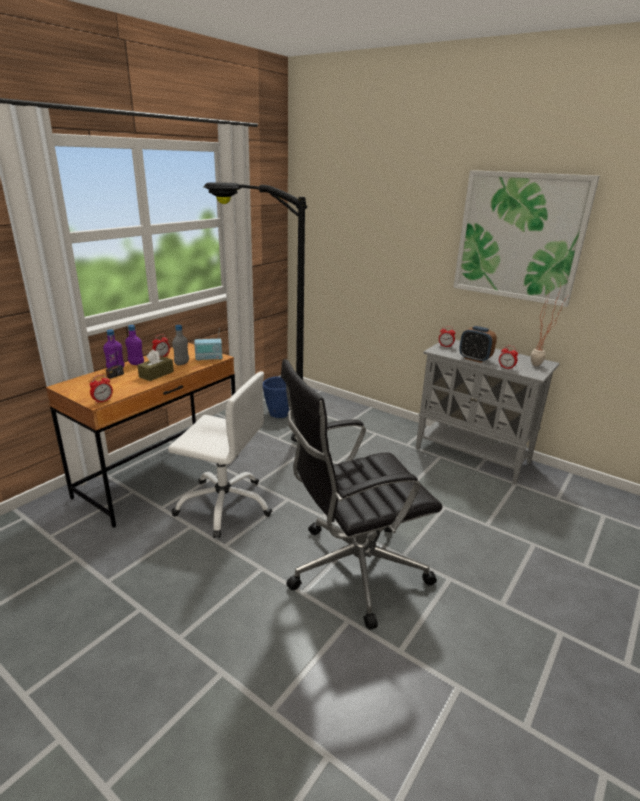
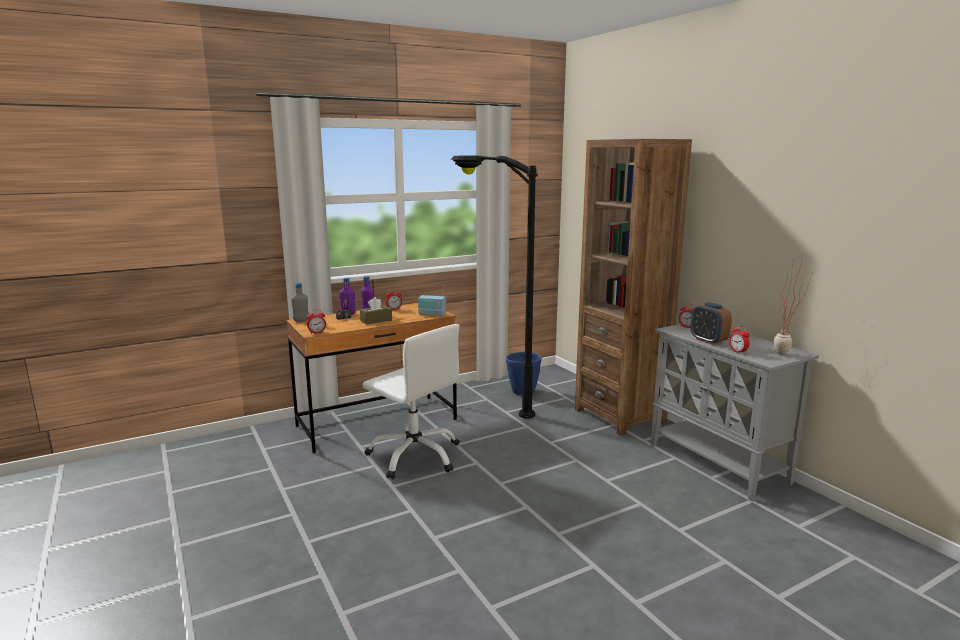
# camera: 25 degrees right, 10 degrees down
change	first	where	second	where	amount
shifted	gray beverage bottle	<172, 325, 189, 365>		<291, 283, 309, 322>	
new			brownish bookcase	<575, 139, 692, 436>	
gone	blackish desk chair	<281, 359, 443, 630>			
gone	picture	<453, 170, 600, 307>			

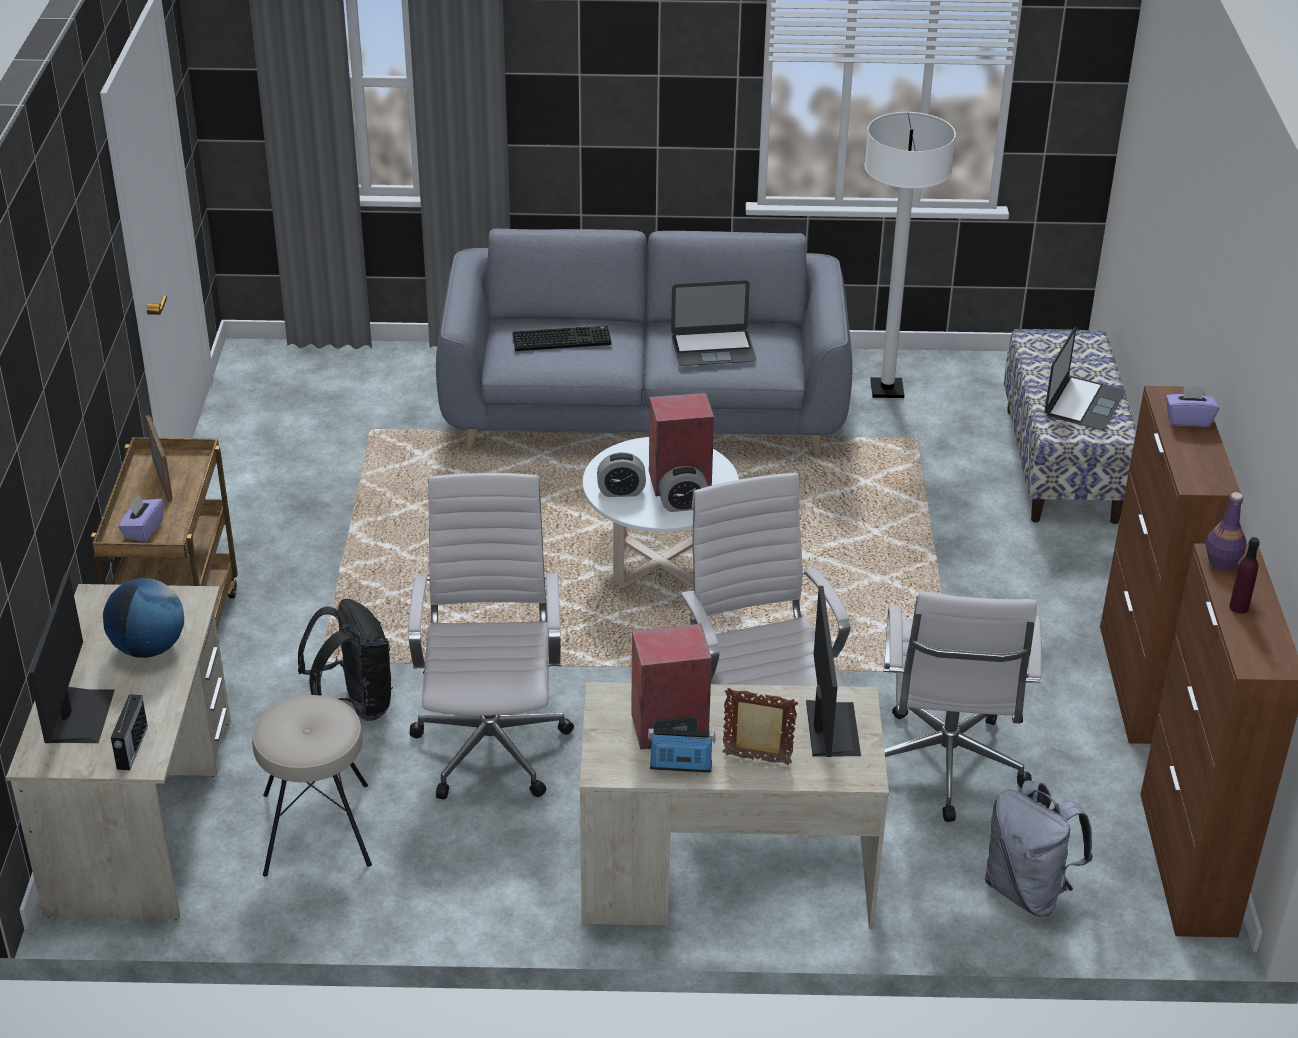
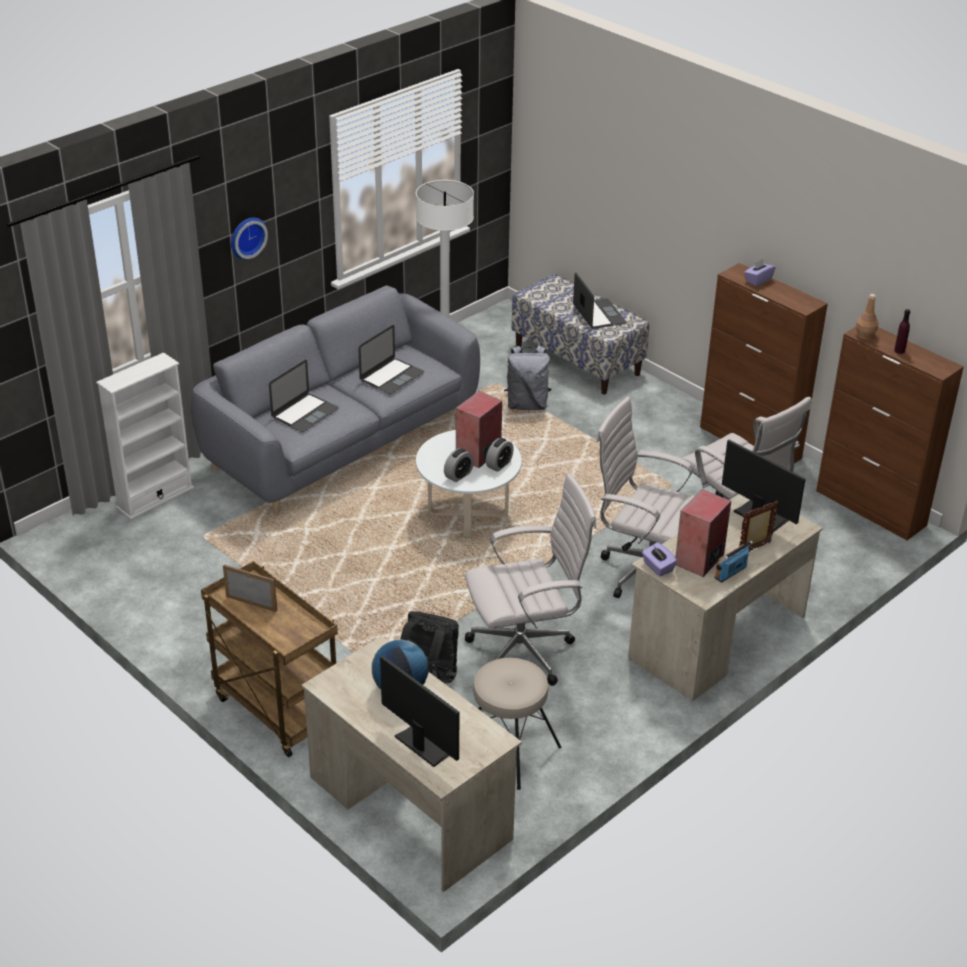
# camera: 45 degrees left, 0 degrees up
change	first	where	second	where	amount
new			whitish bookcase	<96, 352, 194, 520>	
new			hanging clock	<231, 218, 268, 260>	
swapped	PC keyboard	<512, 326, 611, 351>	portable computer	<269, 360, 339, 432>	
rotated	whitish desk chair	<408, 473, 574, 800>		<465, 473, 596, 686>	120 degrees clockwise
shifted	gray knapsack	<985, 780, 1093, 916>		<504, 346, 551, 410>	
shifted	purple tissue box	<118, 495, 164, 542>		<642, 542, 677, 576>	
repainted	purple beverage bottle	<1205, 492, 1247, 570>	brownish beverage bottle	<856, 294, 878, 339>	
gone	radio receiver	<111, 692, 148, 770>			

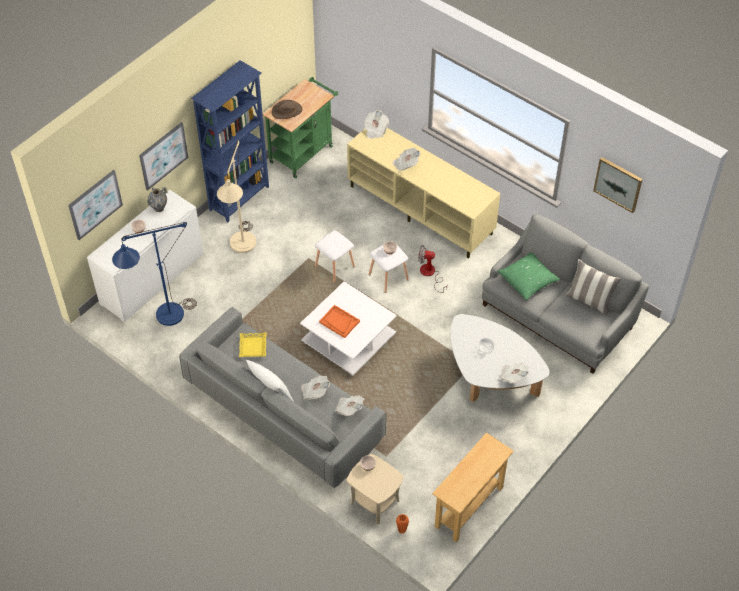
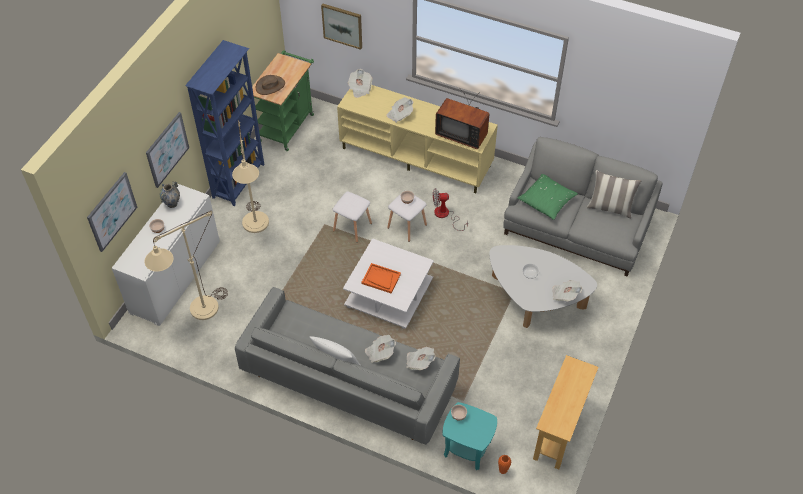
# camera: 15 degrees left, 0 degrees up
change	first	where	second	where	amount
repainted	bluish standard lamp	<112, 222, 197, 326>	sand-coloured standard lamp	<145, 211, 228, 320>	
shifted	picture	<593, 157, 643, 213>		<321, 4, 362, 50>	
new			TV set	<435, 88, 489, 149>	
repainted	sand-coloured side table	<347, 454, 403, 524>	blue-green side table	<442, 402, 497, 470>	
gone	yellow carrying tray	<239, 333, 267, 357>			

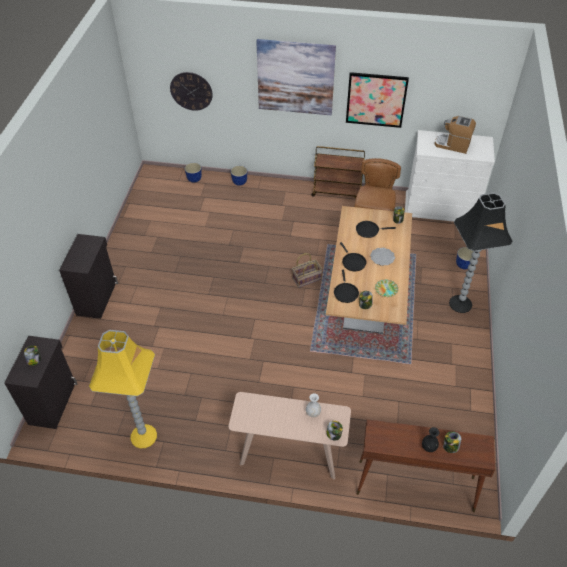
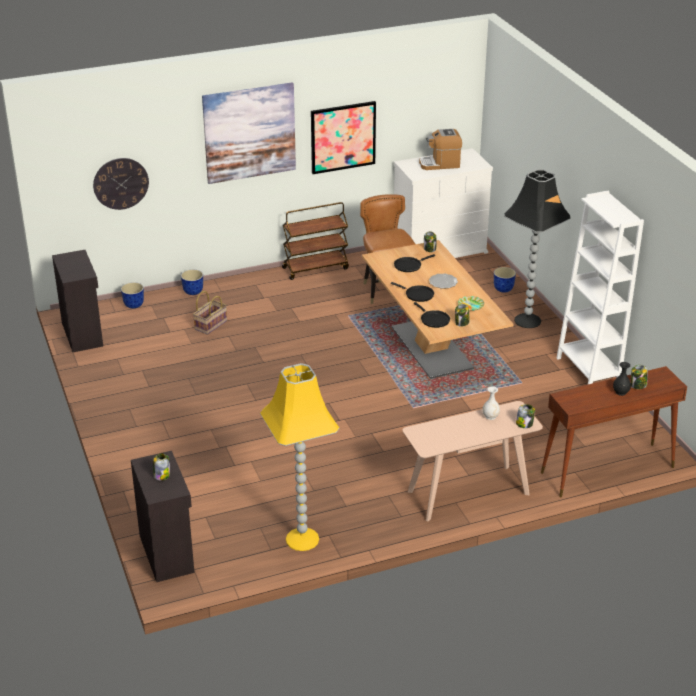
# camera: 30 degrees left, 15 degrees down
change	first	where	second	where	amount
shifted	blackish cupboard	<59, 234, 118, 319>		<52, 250, 103, 352>	
shifted	basket	<292, 253, 323, 288>		<193, 291, 227, 335>	
new			whitish bookcase	<556, 190, 644, 384>	

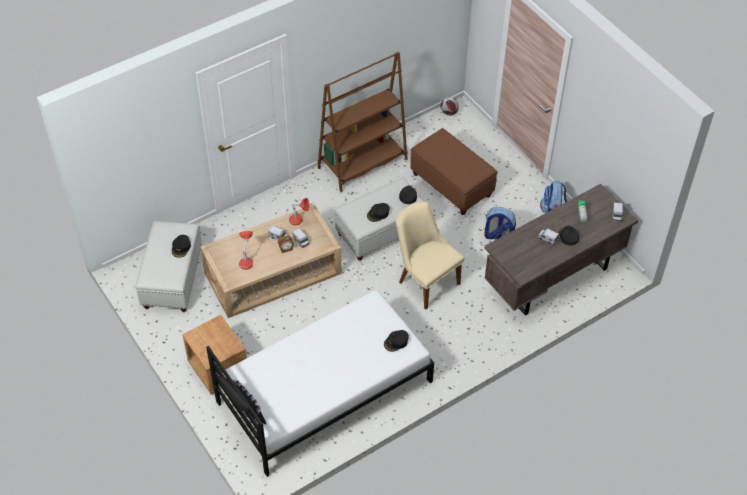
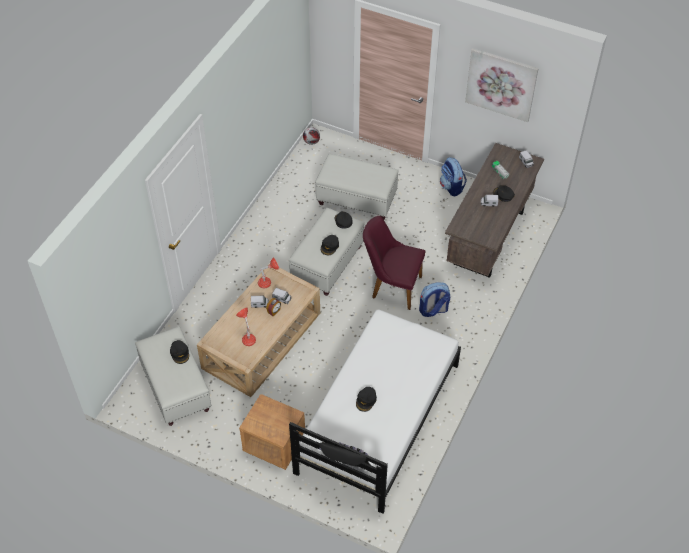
# camera: 30 degrees left, 0 degrees up
change	first	where	second	where	amount
repainted	brownish ottoman	<410, 128, 498, 215>	whitish ottoman	<315, 154, 399, 220>	
shifted	blackish baseball cap	<384, 330, 409, 352>		<356, 387, 377, 412>	
repainted	sand-coloured chair	<396, 202, 465, 309>	purple chair	<363, 216, 425, 310>	
shifted	knapsack	<485, 207, 516, 240>		<419, 282, 450, 317>	
new			picture	<465, 48, 539, 122>	
gone	brownish bookcase	<318, 52, 408, 192>			

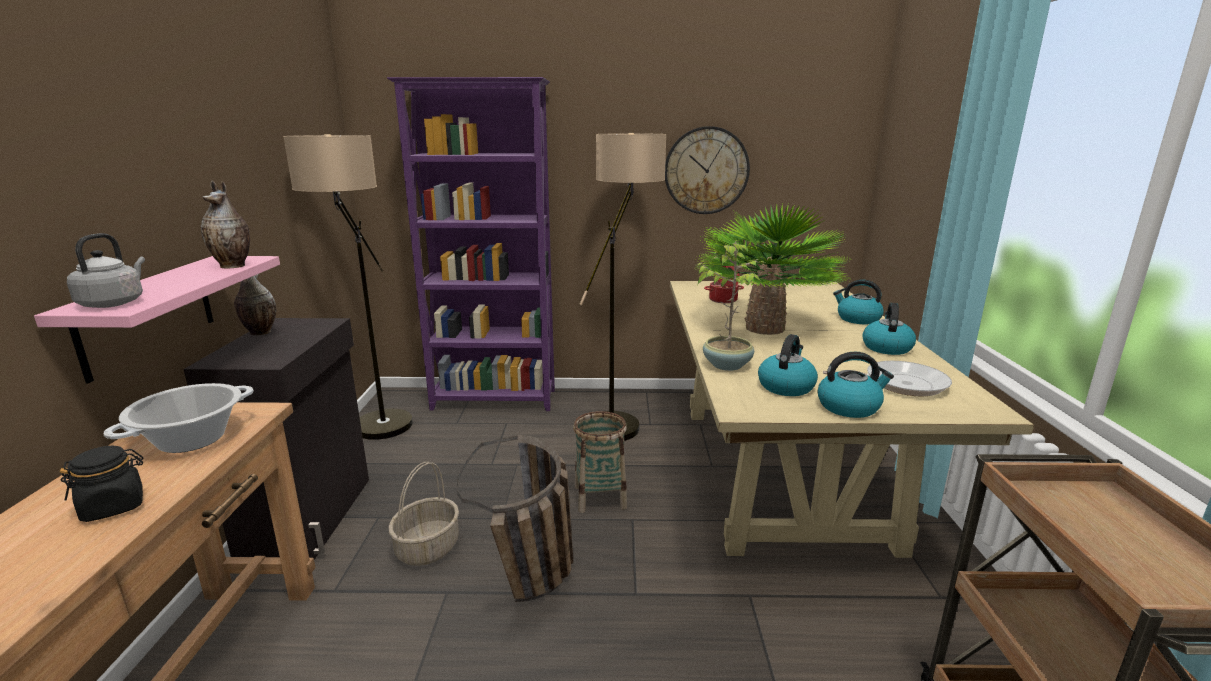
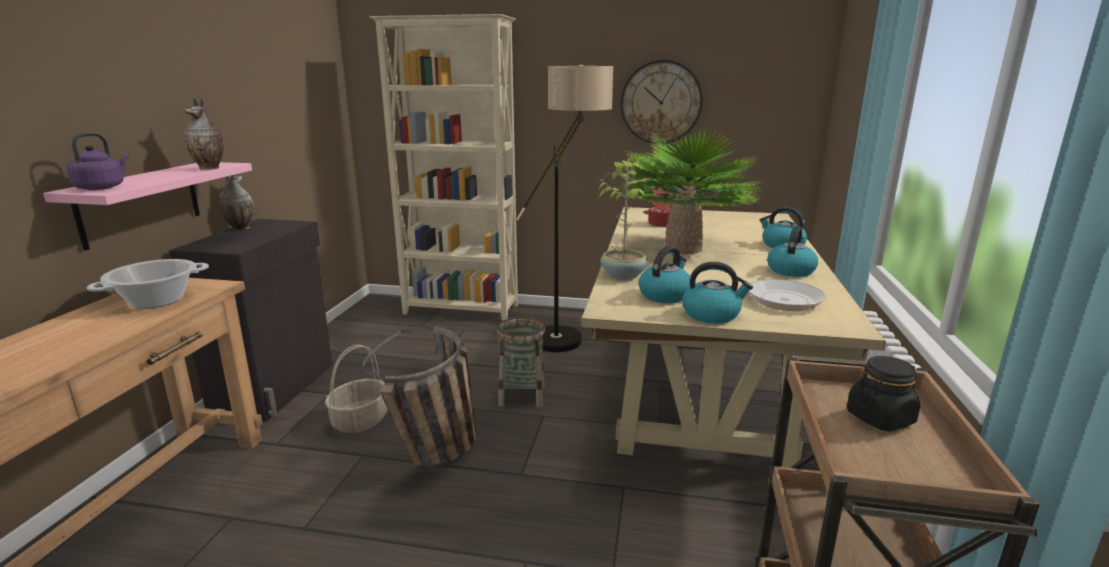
# camera: 10 degrees right, 0 degrees up
change	first	where	second	where	amount
repainted	gray kettle	<67, 233, 145, 308>	purple kettle	<66, 132, 129, 190>	
repainted	purple bookcase	<387, 77, 555, 411>	sand-coloured bookcase	<369, 14, 518, 320>	
shifted	blackish preserve jar	<59, 446, 143, 522>		<847, 356, 920, 432>	
gone	standard lamp	<283, 134, 413, 440>			

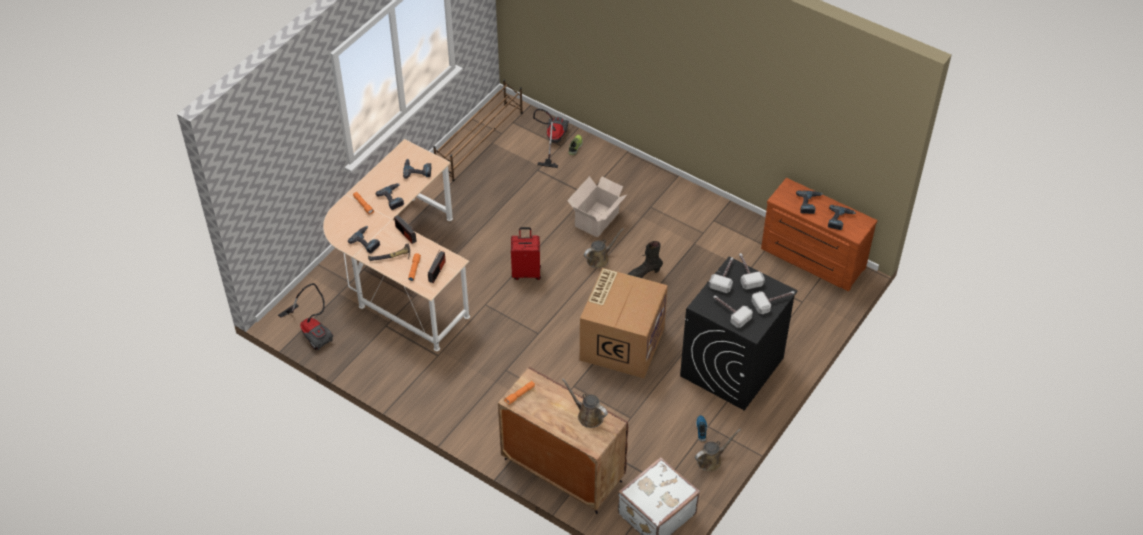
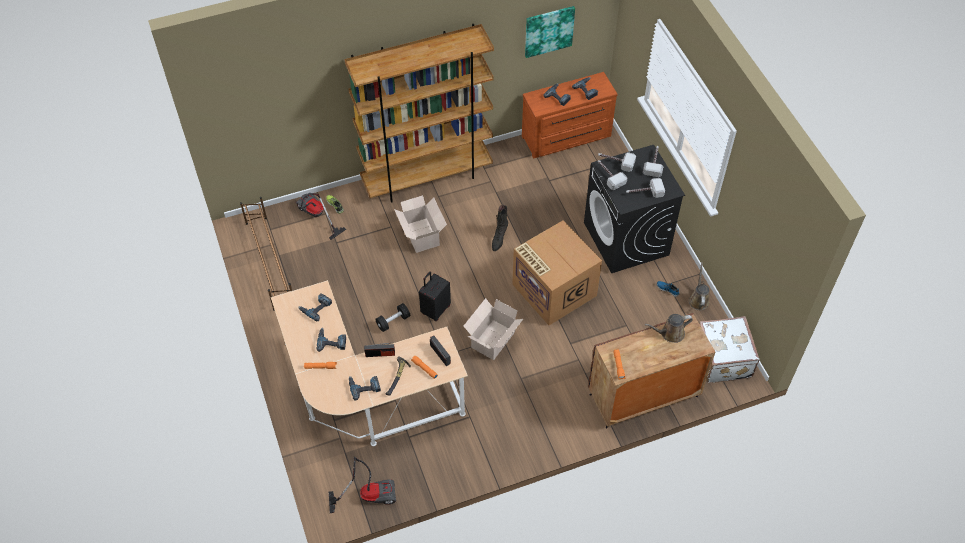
# camera: 55 degrees left, 5 degrees up
change	first	where	second	where	amount
new			brownish bookcase	<344, 24, 494, 202>	
new			blackish hand weight	<375, 303, 410, 332>	
repainted	reddish piece of luggage	<511, 227, 541, 280>	blackish piece of luggage	<419, 272, 451, 321>	
new			carton	<464, 298, 523, 360>	
new			picture	<525, 6, 575, 58>	
gone	brownish watering pot	<584, 228, 624, 268>			

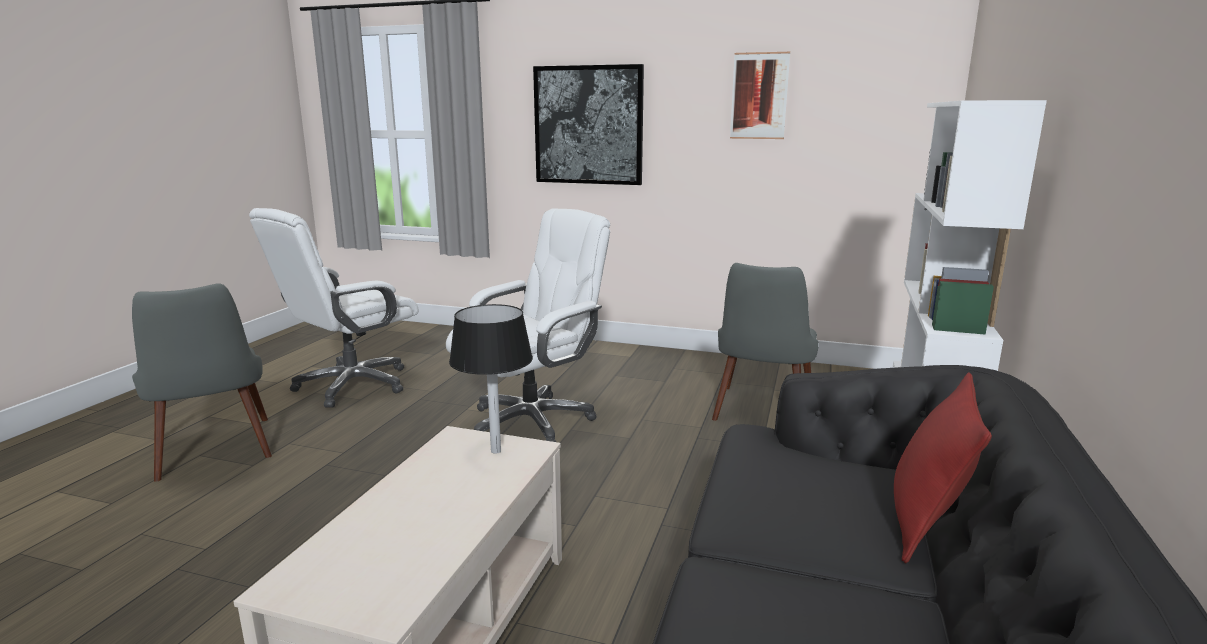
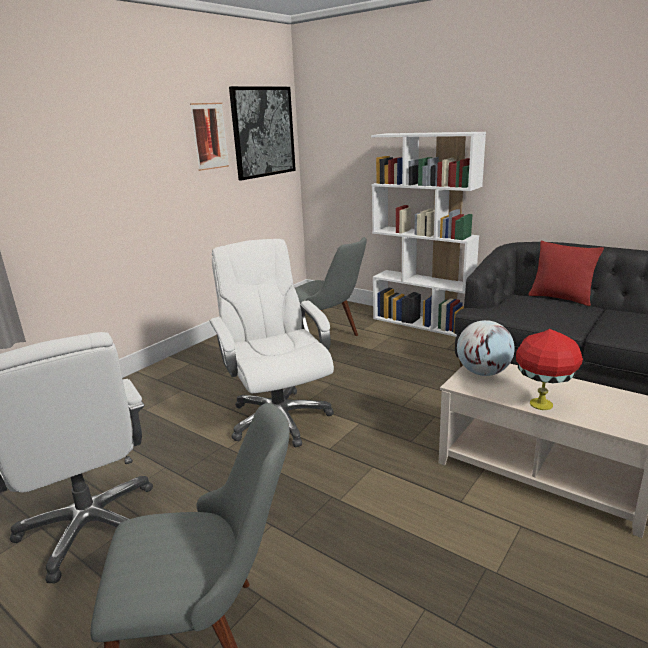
# camera: 70 degrees left, 5 degrees up
change	first	where	second	where	amount
shifted	picture	<533, 64, 644, 185>		<229, 86, 296, 180>	
swapped	blackish tabletop lamp	<449, 304, 533, 454>	world globe	<457, 320, 515, 376>	
new			reddish tabletop lamp	<516, 329, 583, 410>	

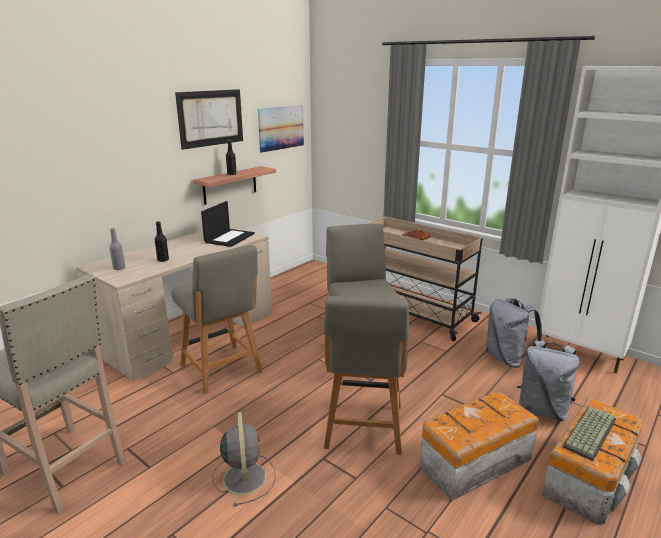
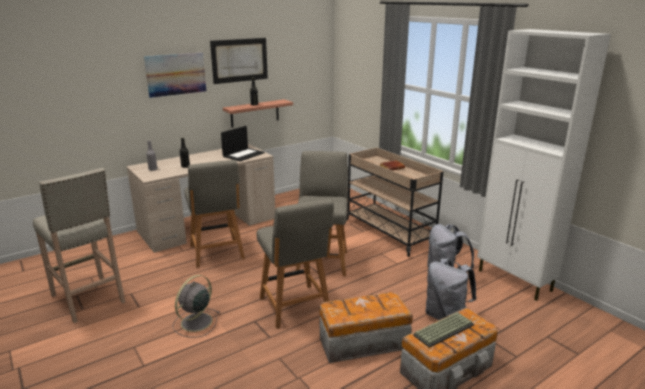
# camera: 15 degrees right, 0 degrees up
change	first	where	second	where	amount
shifted	picture	<258, 105, 304, 153>		<144, 52, 206, 98>	
rotated	gray fan	<213, 412, 276, 507>		<172, 275, 220, 338>	150 degrees counterclockwise
rotated	gray chair	<323, 296, 409, 455>		<256, 199, 334, 329>	45 degrees counterclockwise

